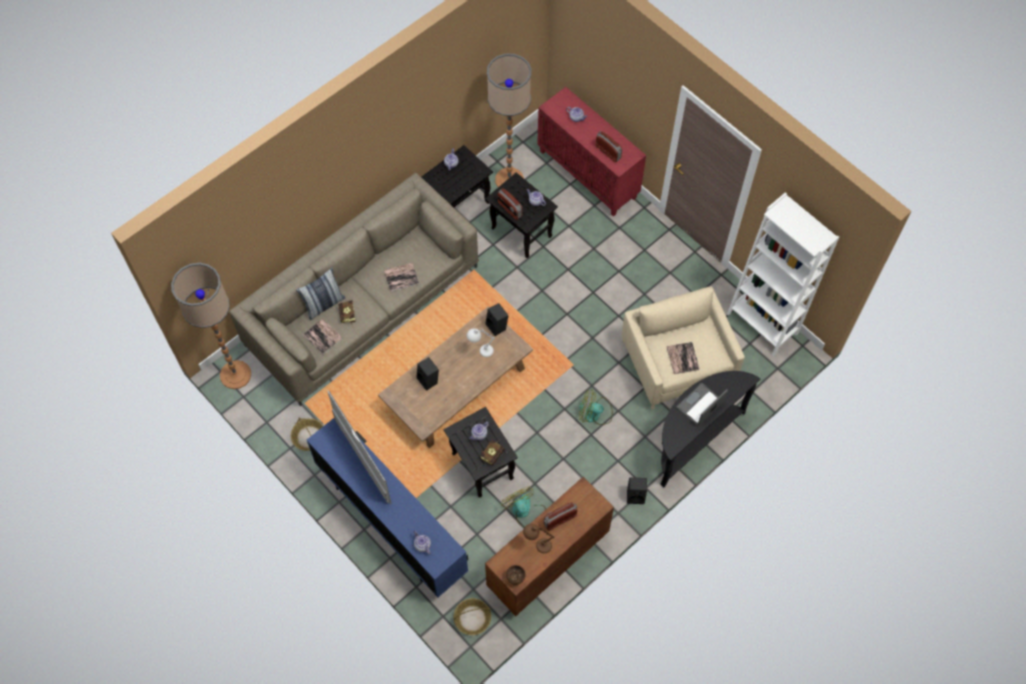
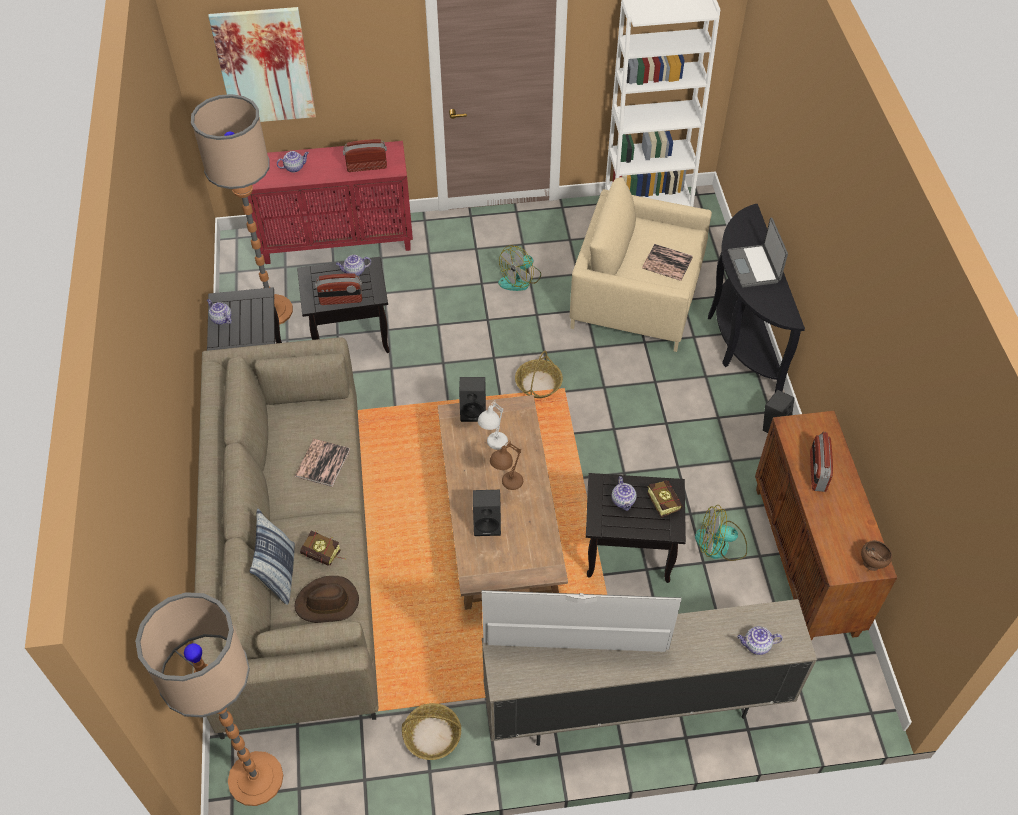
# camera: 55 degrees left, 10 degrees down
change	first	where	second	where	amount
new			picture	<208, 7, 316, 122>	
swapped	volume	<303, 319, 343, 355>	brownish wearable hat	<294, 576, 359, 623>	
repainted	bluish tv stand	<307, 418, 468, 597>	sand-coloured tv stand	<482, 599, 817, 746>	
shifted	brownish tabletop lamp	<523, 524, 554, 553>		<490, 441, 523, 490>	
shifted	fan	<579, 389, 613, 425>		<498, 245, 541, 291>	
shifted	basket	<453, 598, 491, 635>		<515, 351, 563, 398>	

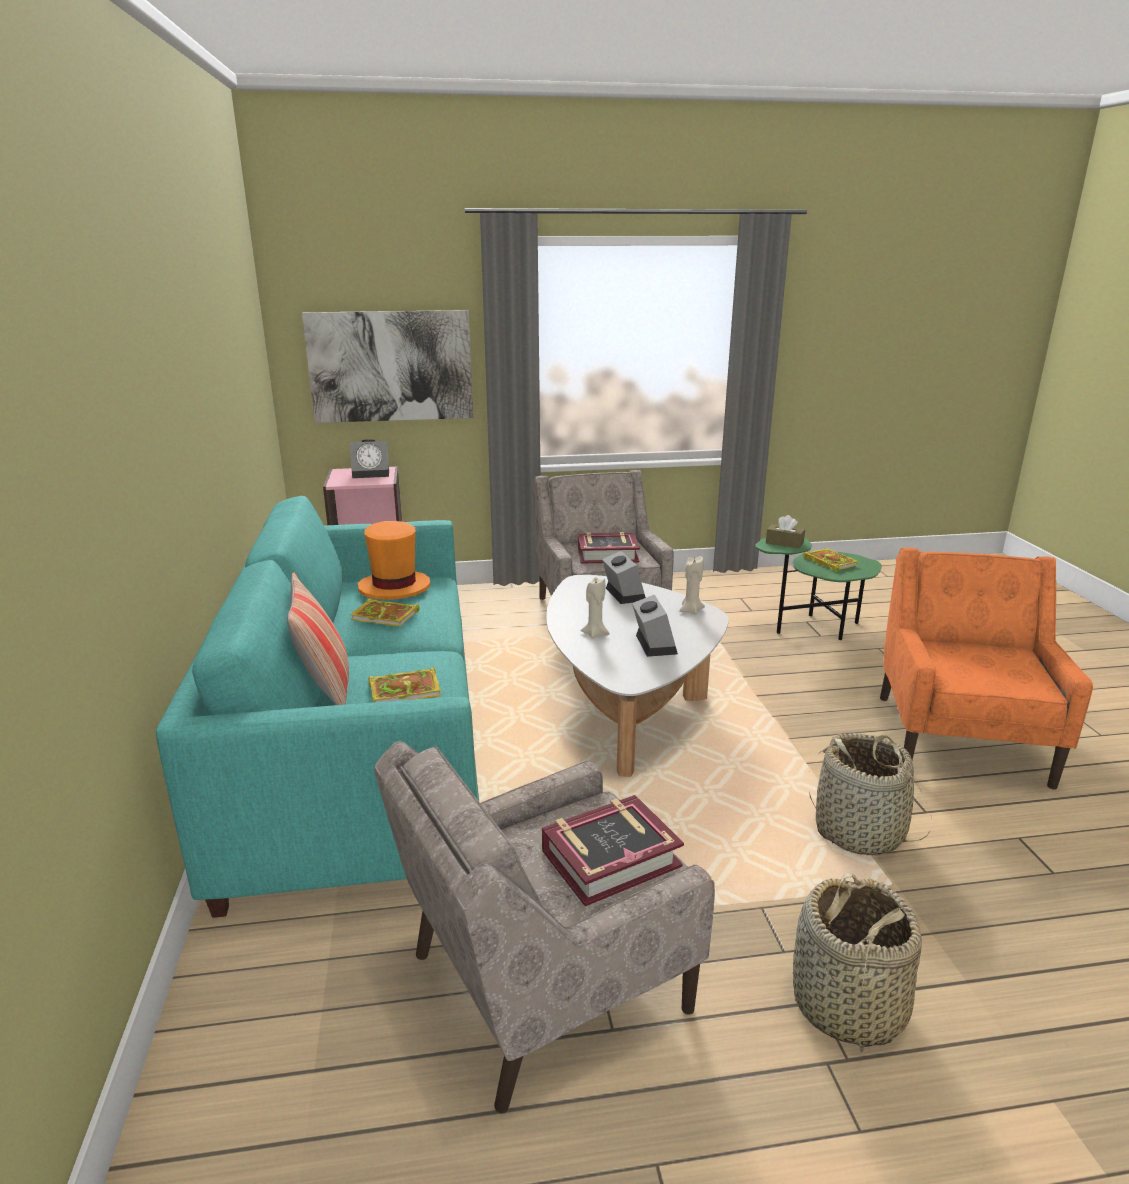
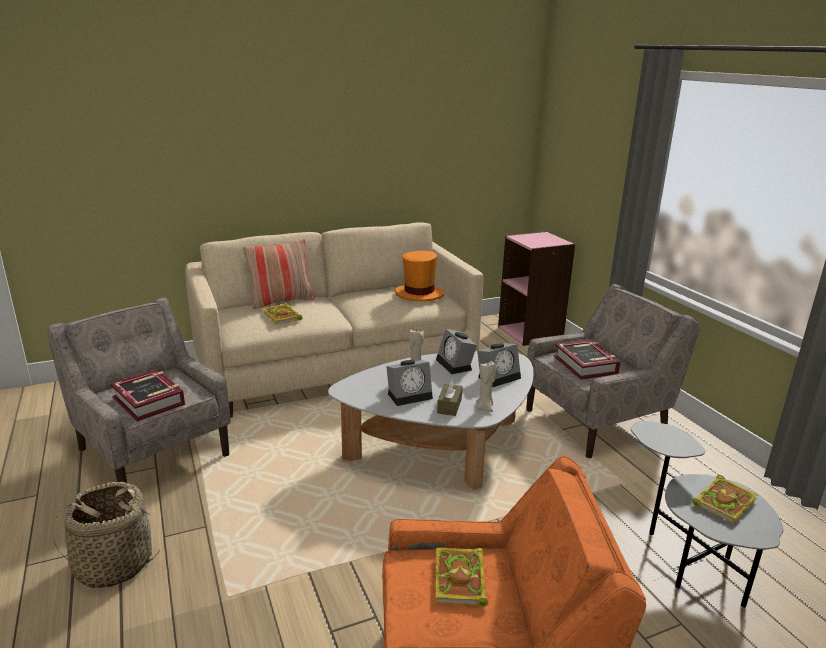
# camera: 75 degrees right, 0 degrees up
change	first	where	second	where	amount
repainted	blue-green couch	<156, 496, 479, 918>	sand-coloured couch	<185, 222, 483, 418>	
shifted	volume	<350, 598, 419, 627>		<435, 548, 488, 607>	
shifted	table clock	<349, 439, 389, 478>		<436, 329, 477, 374>	
shifted	brownish tissue box	<766, 515, 805, 548>		<437, 379, 462, 416>	
repainted	greenish side table	<755, 538, 882, 640>	gray side table	<631, 421, 783, 608>	
gone	picture	<302, 310, 473, 423>			
gone	basket	<809, 733, 932, 855>			

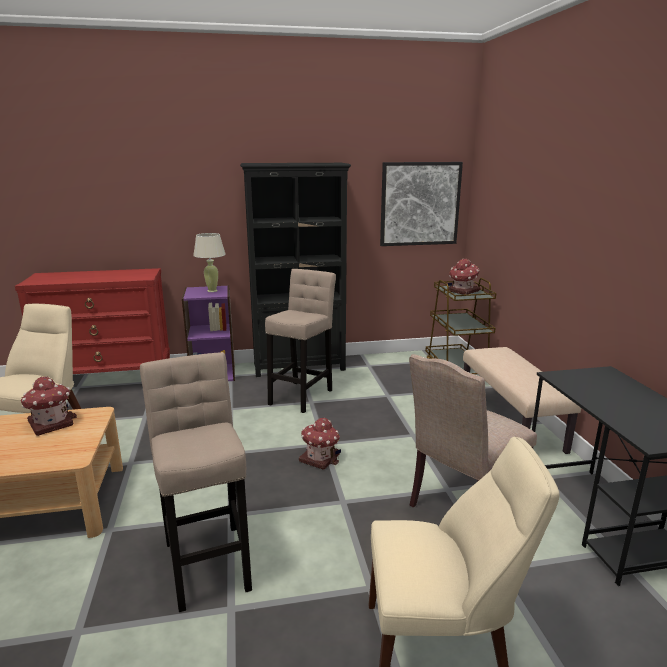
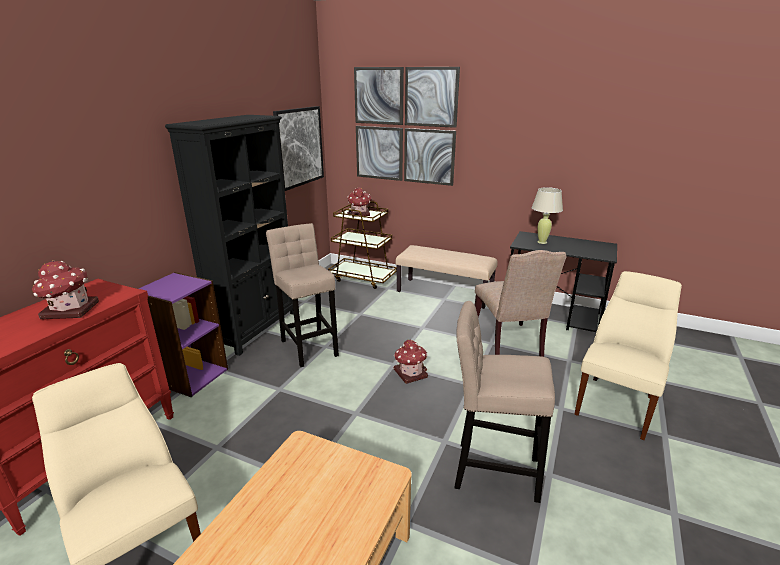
# camera: 55 degrees left, 5 degrees up
change	first	where	second	where	amount
shifted	model house	<21, 376, 77, 436>		<32, 260, 99, 319>	
new			picture	<354, 67, 460, 186>	
shifted	sand-coloured tabletop lamp	<193, 233, 226, 292>		<532, 187, 563, 244>	

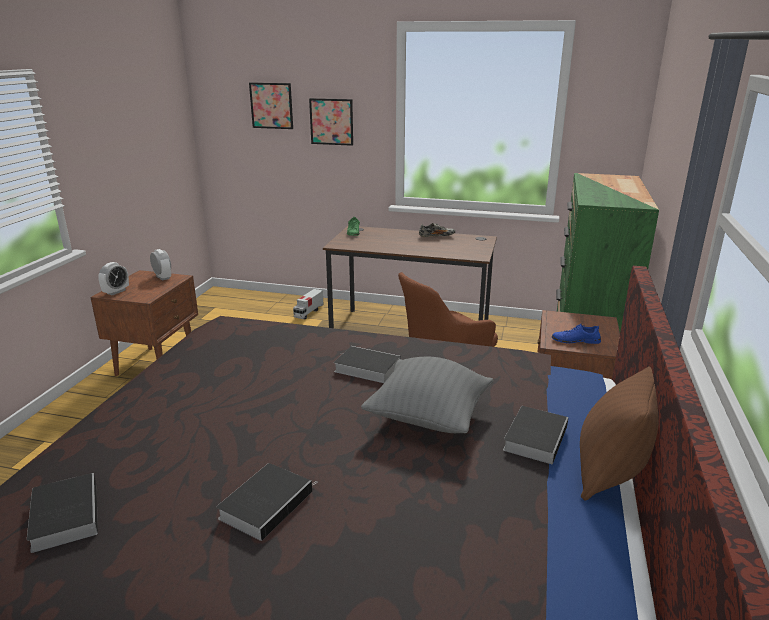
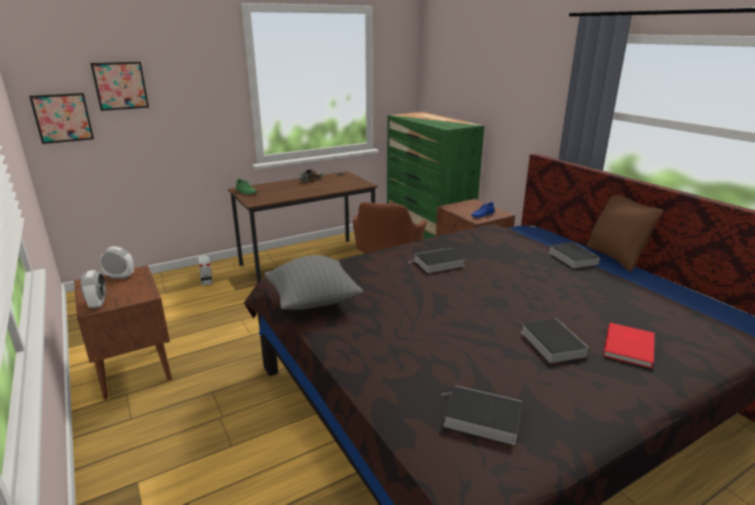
# camera: 45 degrees left, 0 degrees up
change	first	where	second	where	amount
shifted	picture	<309, 98, 353, 146>		<29, 93, 94, 144>	
shifted	gray cushion	<361, 357, 493, 433>		<264, 255, 363, 310>	
new			reddish volume	<603, 323, 655, 368>	

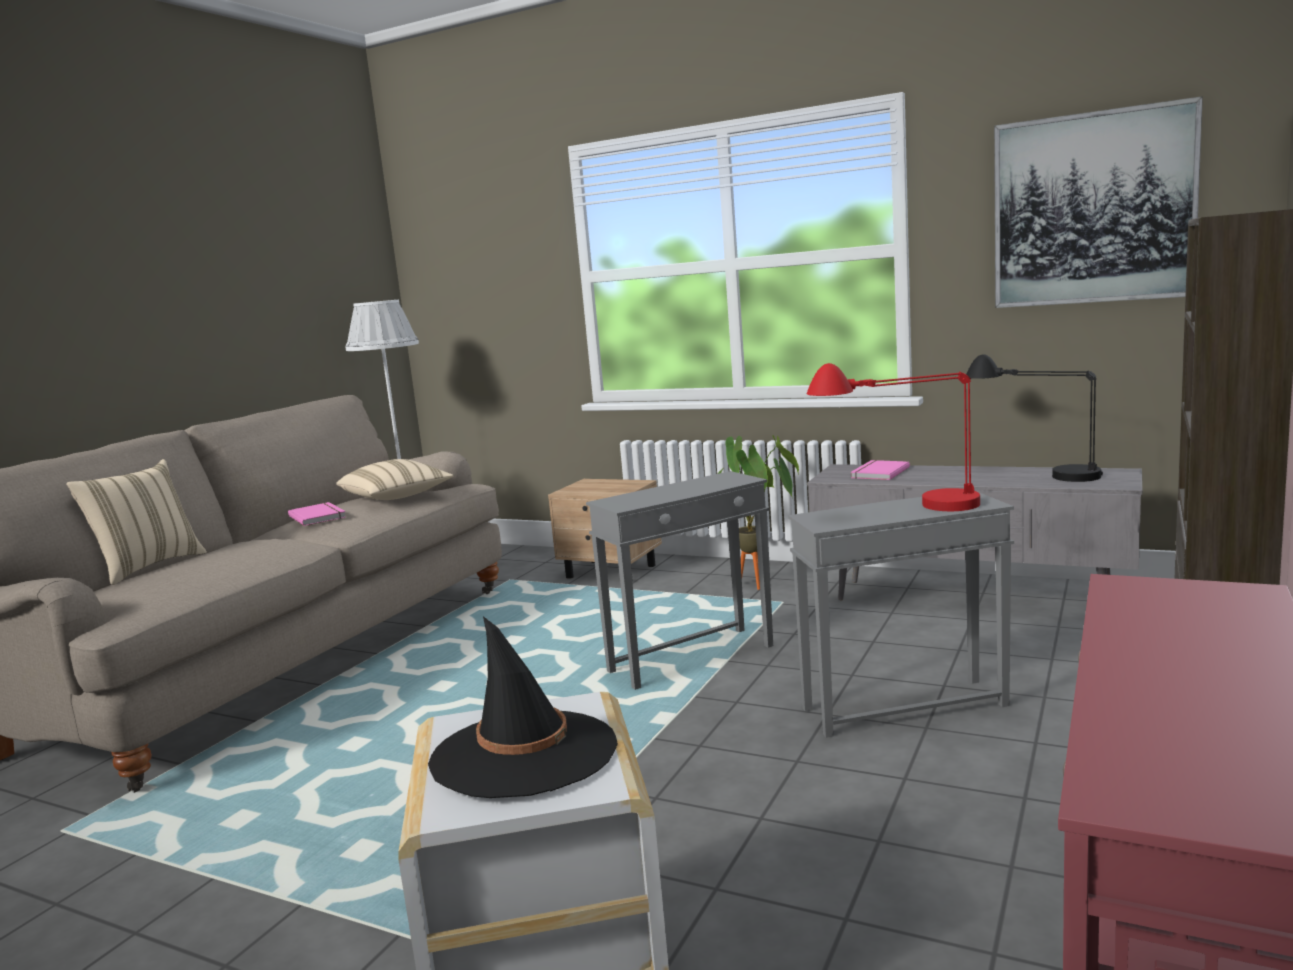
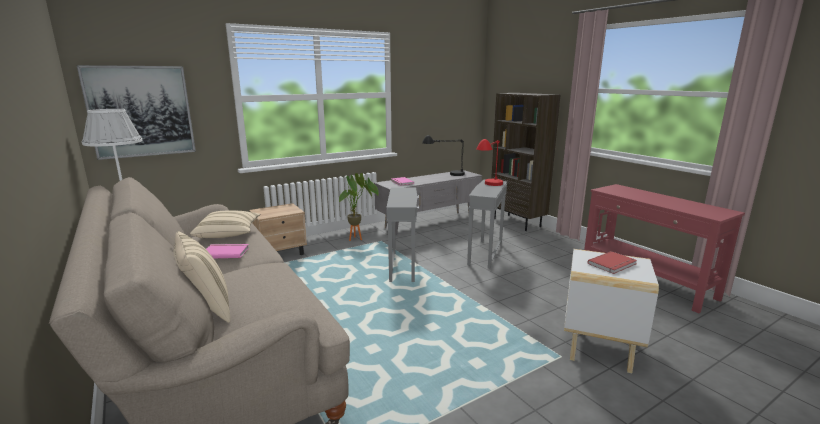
# camera: 60 degrees left, 5 degrees up
change	first	where	second	where	amount
shifted	picture	<994, 96, 1203, 308>		<77, 65, 196, 160>	
swapped	blackish wearable hat	<428, 616, 618, 798>	reddish volume	<587, 251, 637, 274>	

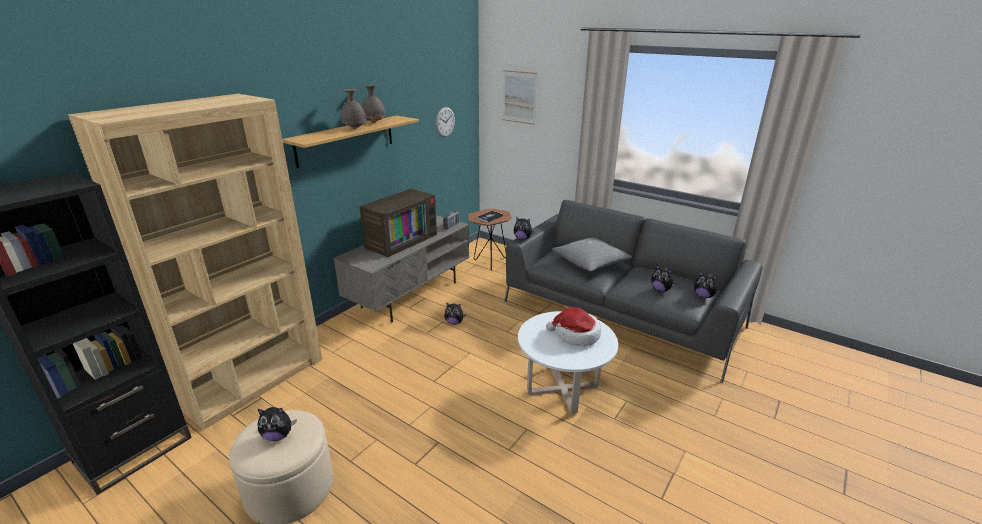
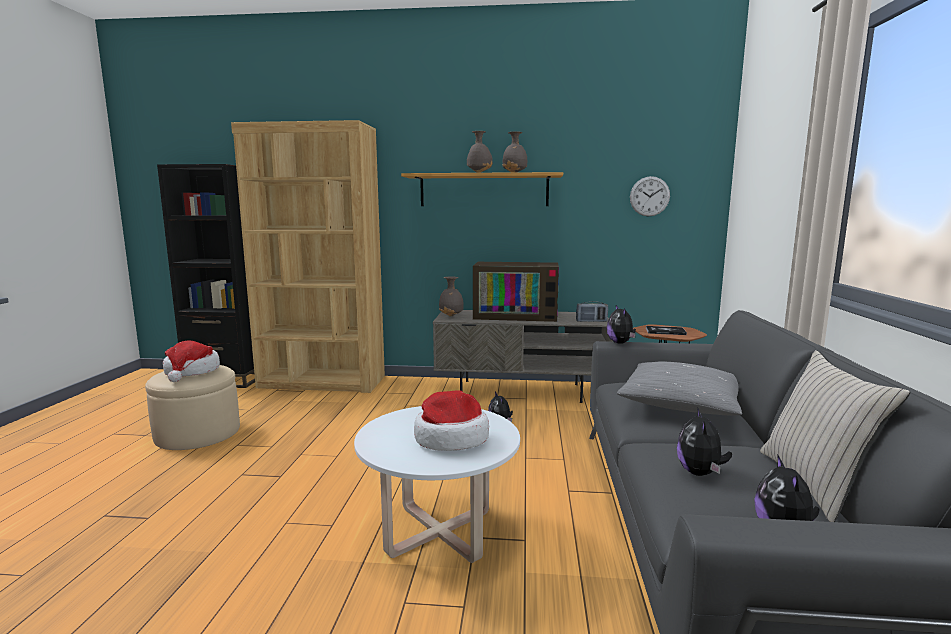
# camera: 60 degrees right, 15 degrees down
change	first	where	second	where	amount
swapped	soft toy	<258, 407, 296, 441>	wearable hat	<163, 341, 220, 382>	
new			gray flower vase	<439, 277, 464, 316>	
new			sand-coloured cushion	<760, 350, 910, 522>	
gone	picture	<503, 70, 537, 125>			

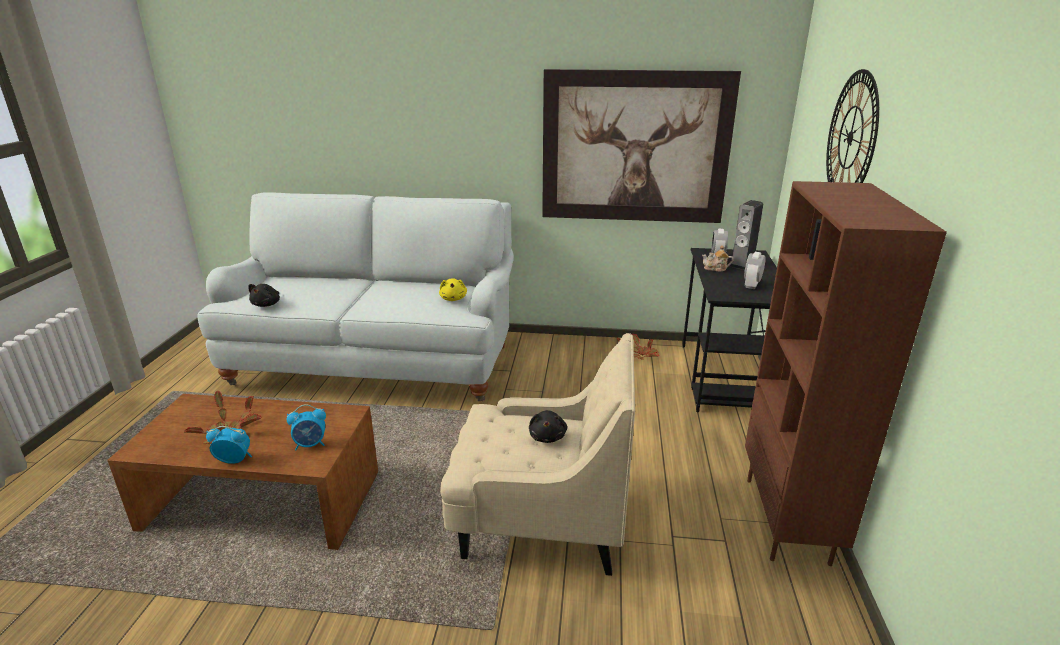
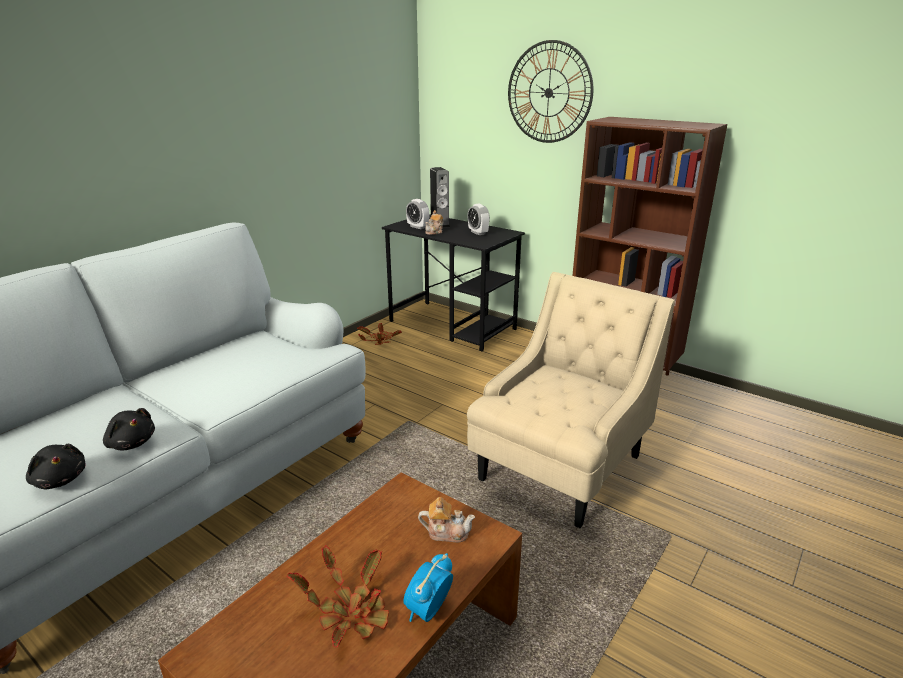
# camera: 60 degrees left, 0 degrees up
change	first	where	second	where	amount
shifted	blackish soft toy	<529, 410, 567, 443>		<103, 408, 155, 450>	
swapped	table clock	<287, 404, 326, 450>	pot for tea	<418, 497, 475, 542>	
gone	yellow soft toy	<439, 278, 467, 301>			
gone	picture	<542, 69, 741, 223>			

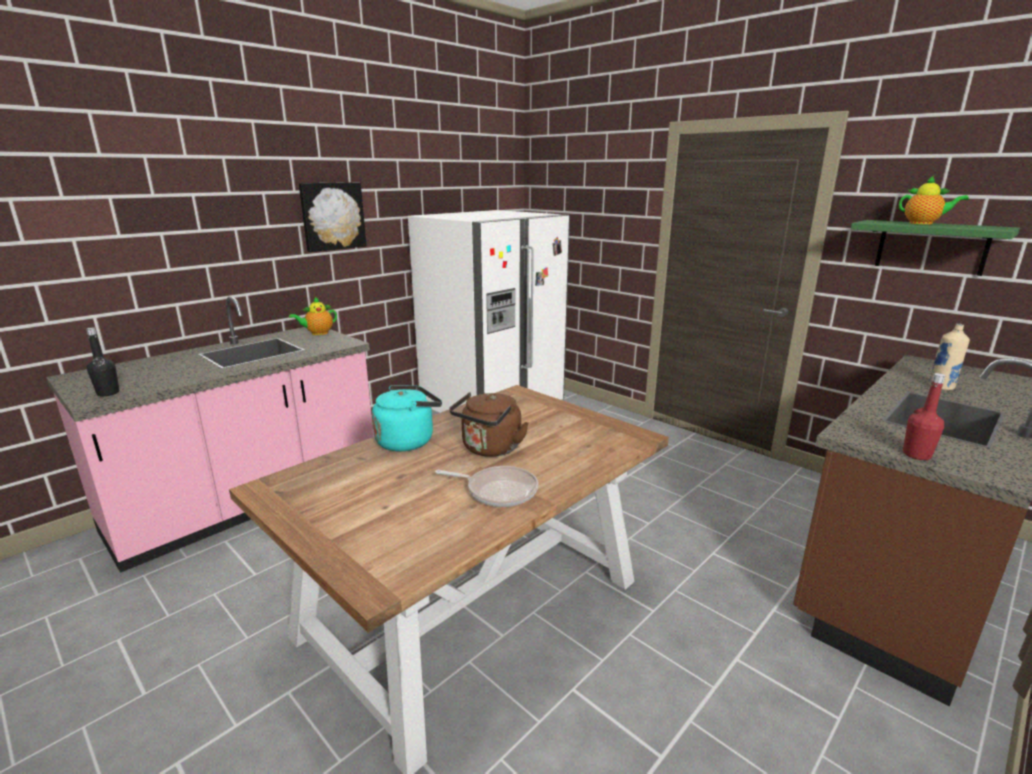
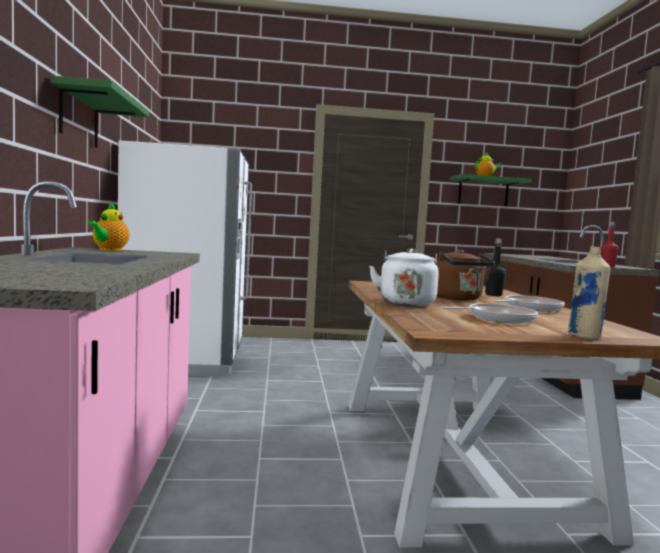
# camera: 50 degrees left, 15 degrees down
change	first	where	second	where	amount
swapped	picture	<299, 182, 367, 252>	greenish bracket shelf	<50, 75, 149, 148>	
repainted	blue-green kettle	<372, 385, 442, 451>	whitish kettle	<369, 249, 439, 306>	
new			skillet	<440, 303, 538, 323>	
shifted	blackish beverage bottle	<86, 328, 119, 396>		<485, 238, 506, 296>	
shifted	sand-coloured beverage bottle	<929, 324, 970, 391>		<567, 246, 610, 339>	

